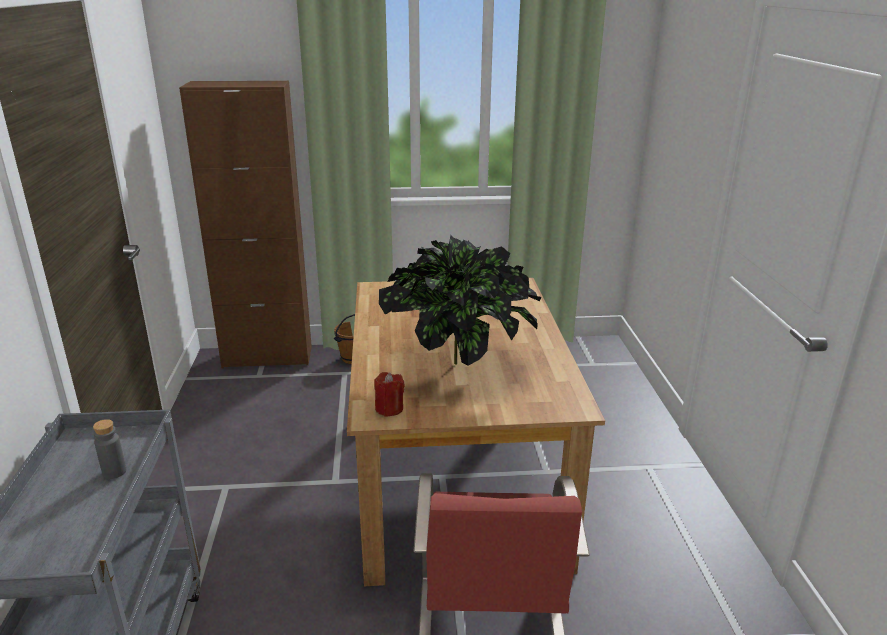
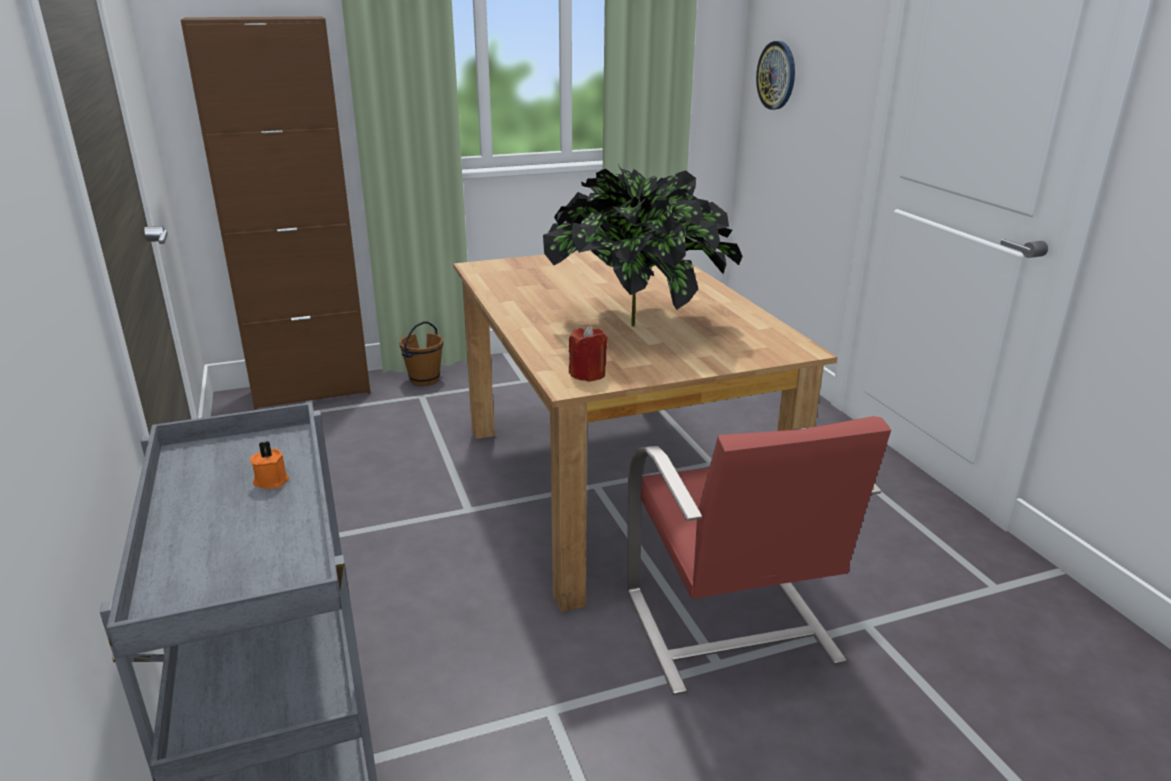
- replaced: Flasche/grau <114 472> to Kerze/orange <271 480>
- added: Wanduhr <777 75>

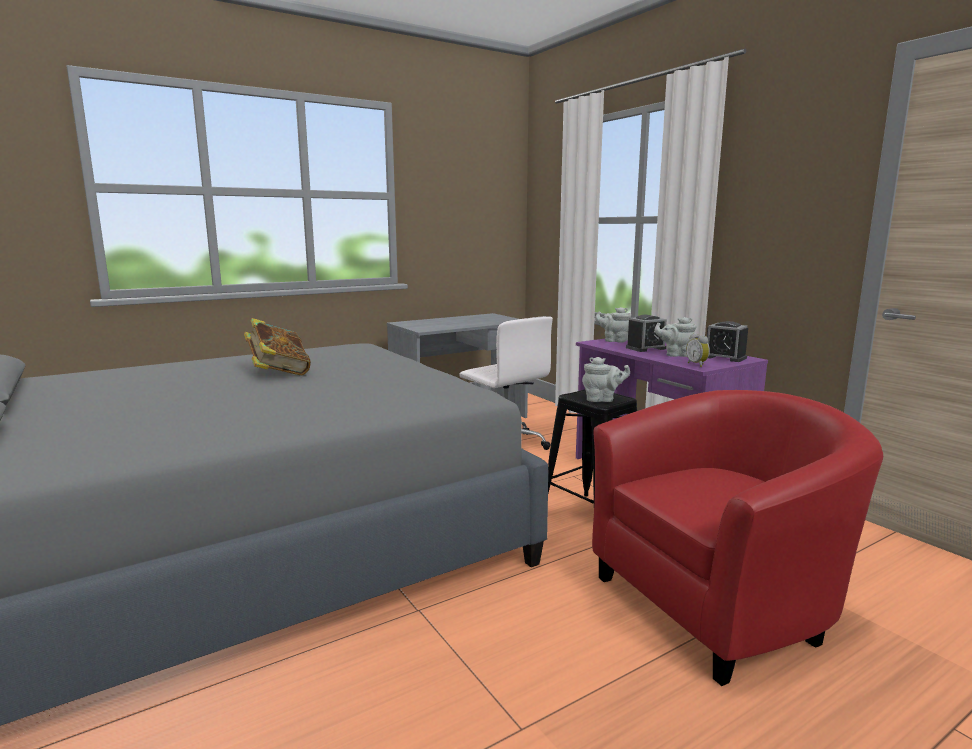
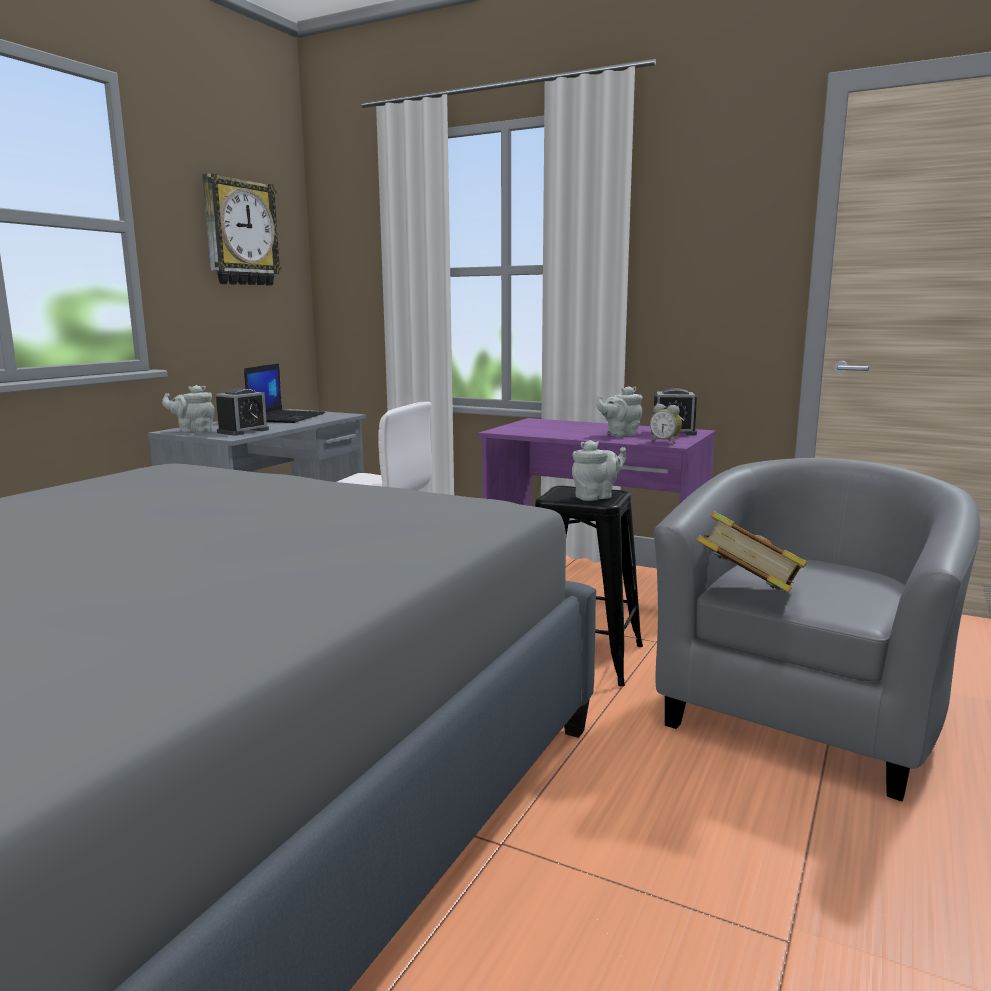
- moved: Buch <278 373> to <746 594>
- recoloured: Sessel/rot <719 603> to Sessel/grau <804 714>
- moved: Teekanne/grau <614 340> to <193 431>
- moved: Wecker <645 348> to <243 431>
- added: Wanduhr <240 233>
- added: Laptop <286 417>

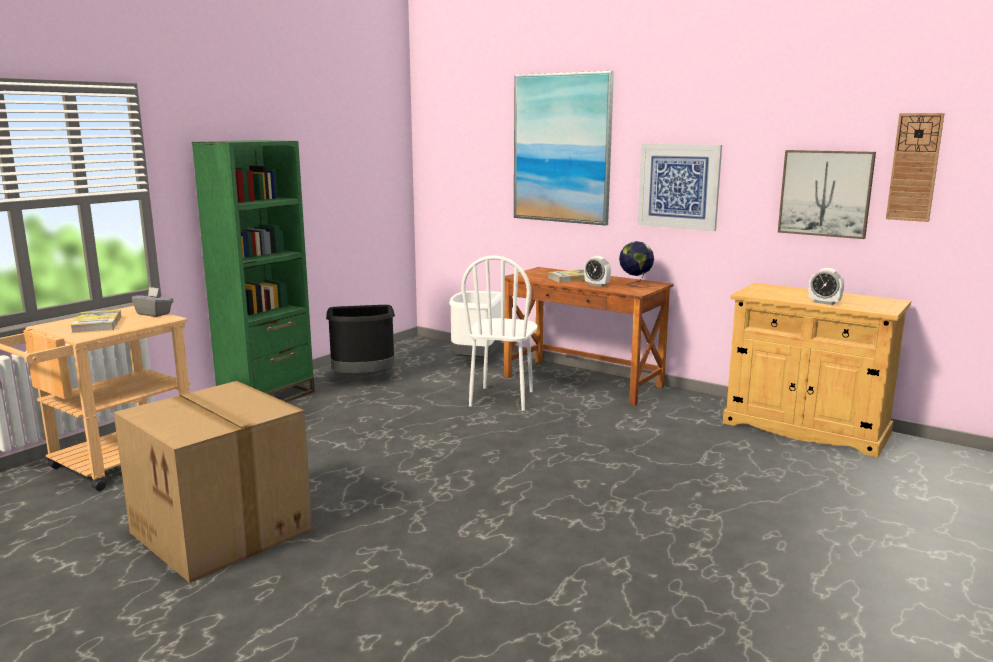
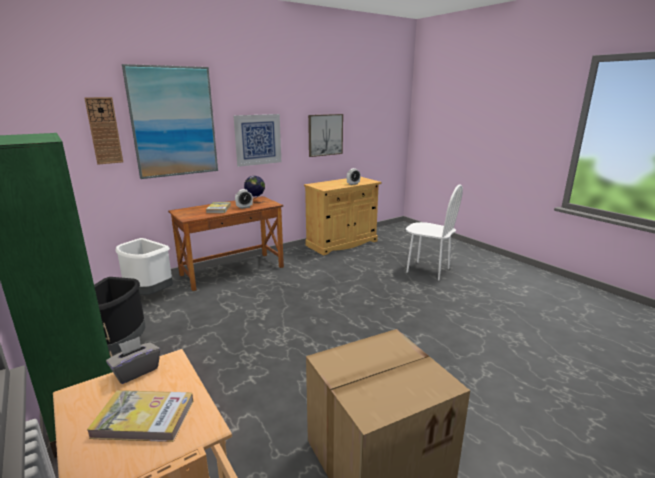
- moved: Stuhl/weiß <502 399> to <428 270>
- moved: Wanduhr <914 167> to <104 131>

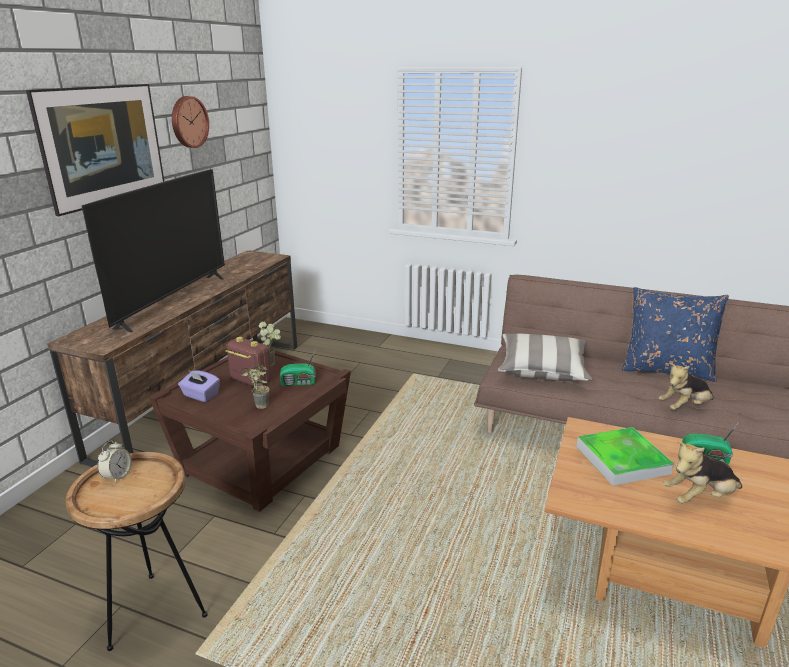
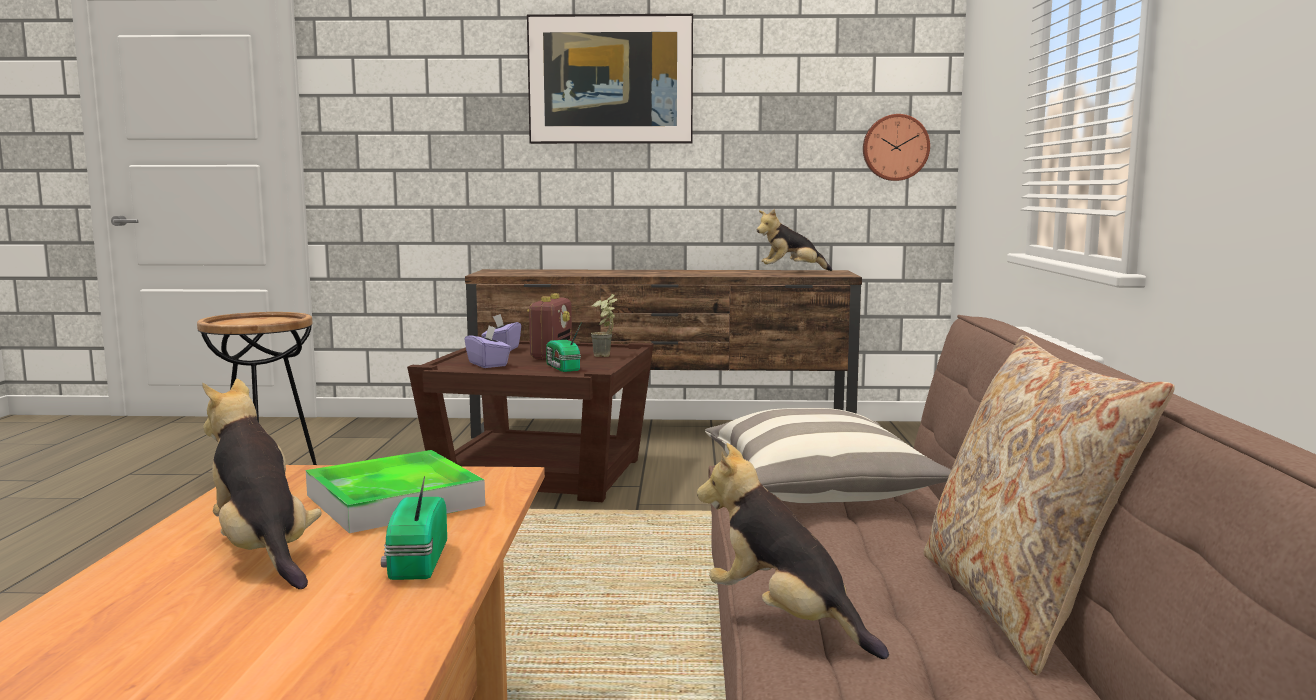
- removed: Fernseher <173 301>
- removed: Wecker <117 476>
- moved: Wanduhr <188 122> to <895 147>
- replaced: Topfpflanze <258 407> to Taschentuchbox/lila <488 364>
- recoloured: Kissen/blau <666 369> to Kissen/beige <1020 607>
- added: Plüschtier <791 271>

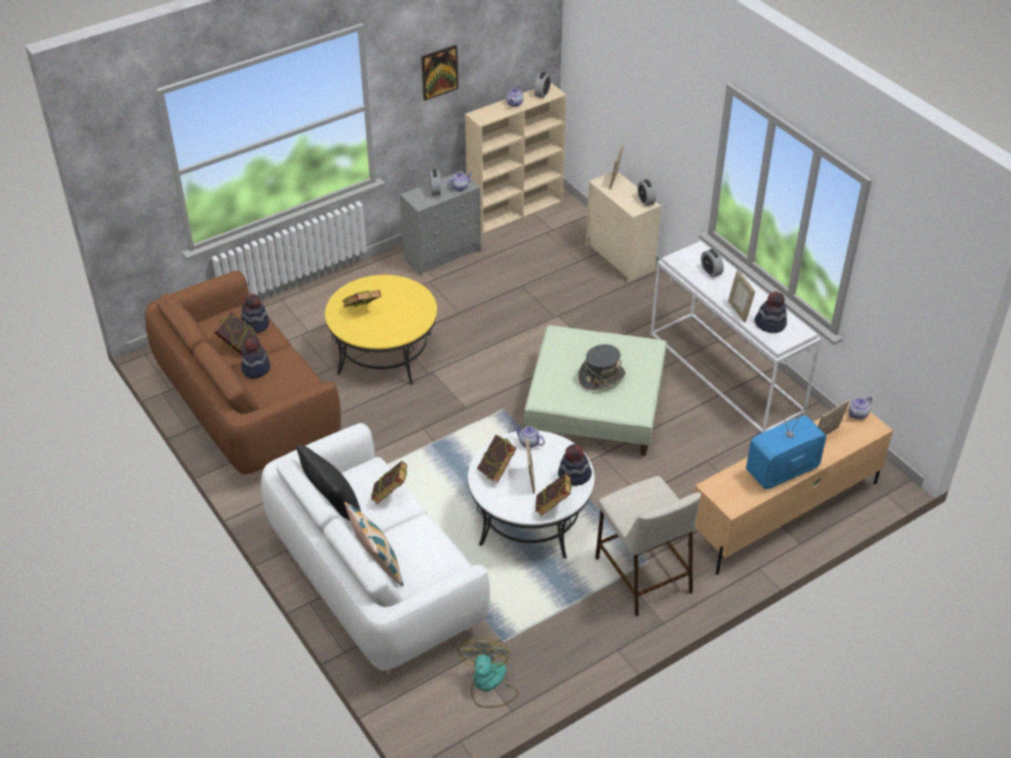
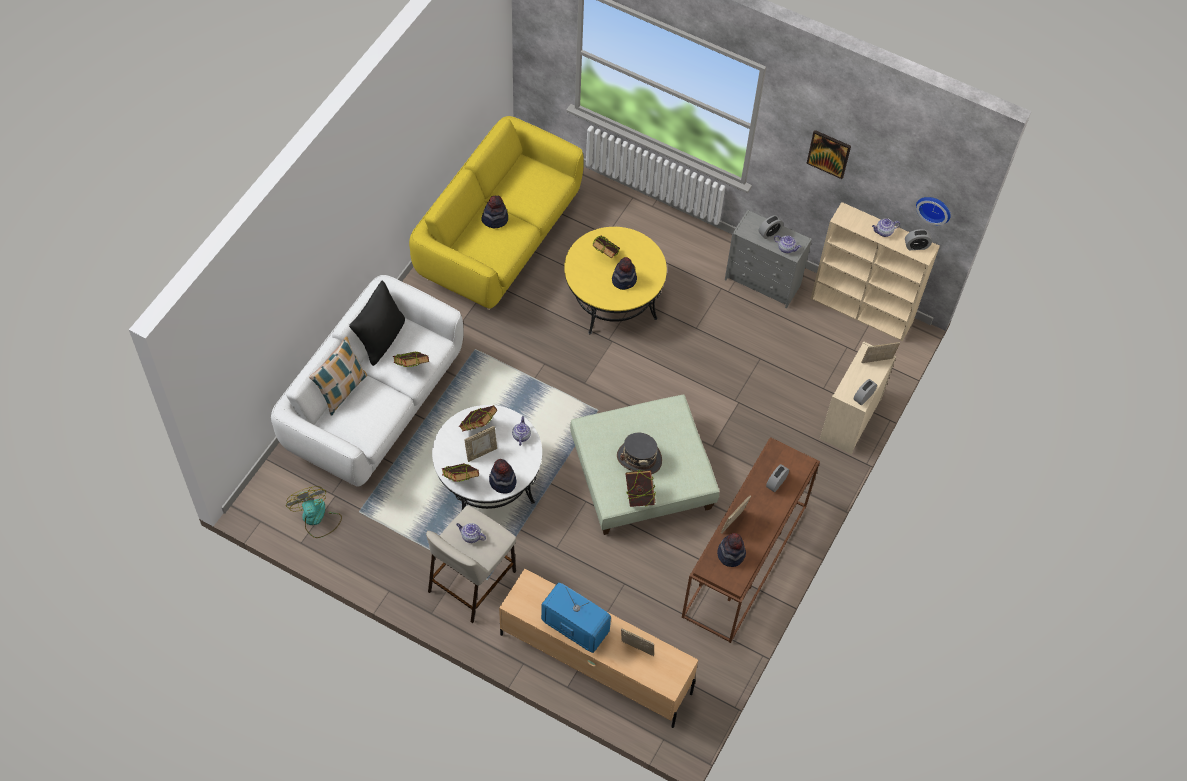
- recoloured: Sofa/braun <248 408> to Sofa/gelb <498 239>
- moved: Buch <238 346> to <639 496>
- moved: Hut <255 324> to <624 280>
- turned: Ventilator <489 684> = <316 518> 90 degrees counterclockwise
- recoloured: Konsolentisch/weiß <727 372> to Konsolentisch/braun <745 562>
- moved: Teekanne <857 415> to <470 536>
- added: Wanduhr <934 208>

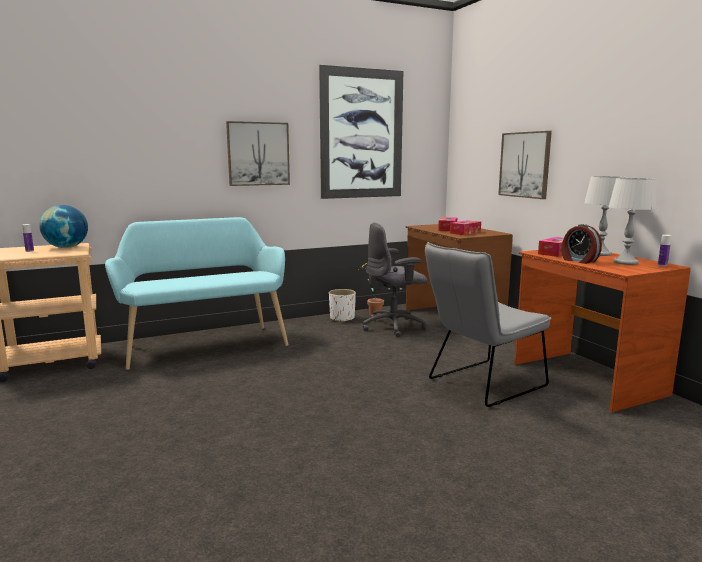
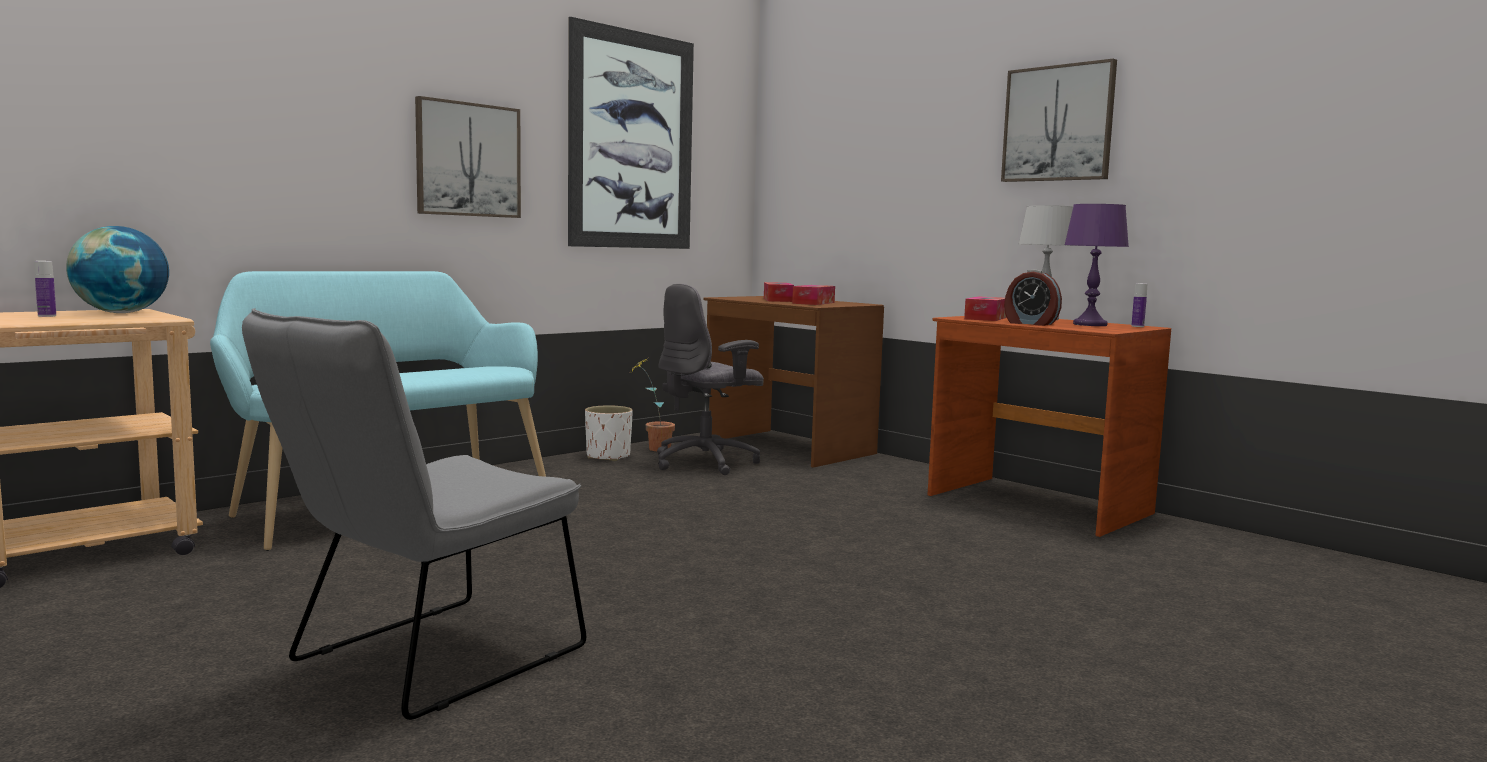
- moved: Stuhl/grau <481 384> to <424 661>
- moved: Bild <525 165> to <1058 123>
- recoloured: Tischlampe/grau <626 262> to Tischlampe/lila <1090 324>

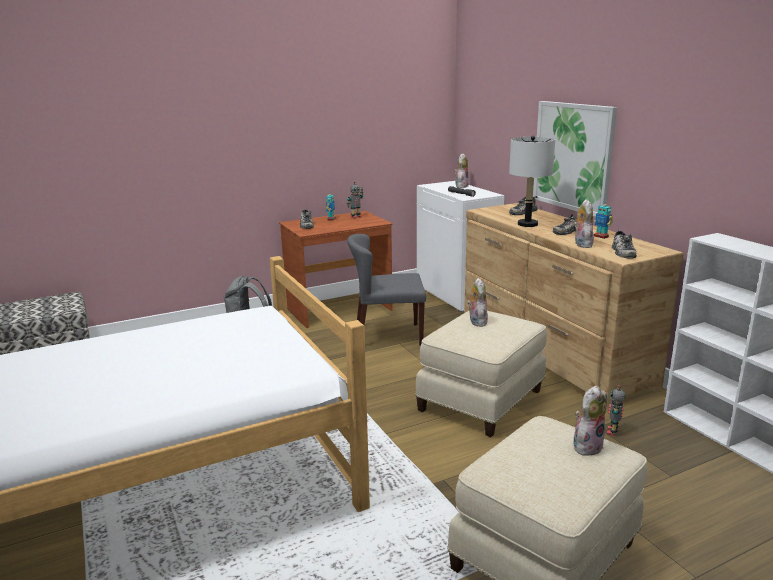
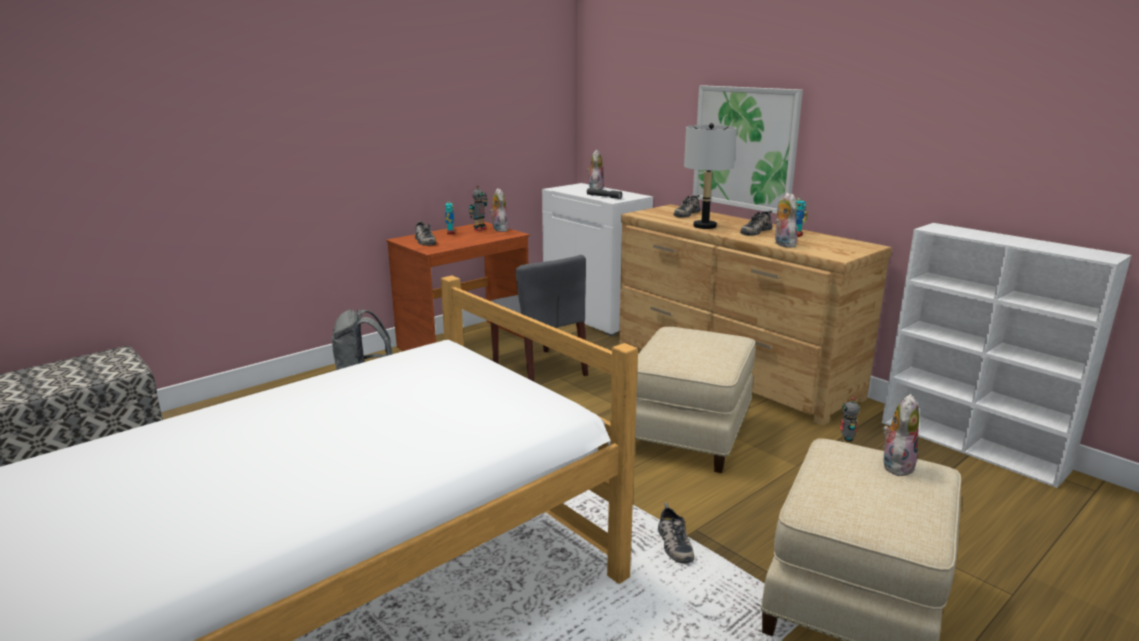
- turned: Stuhl/grau <387 335> = <540 370> 105 degrees counterclockwise
- moved: Plüschtier <476 322> to <499 229>
- moved: Schuh <622 252> to <673 543>

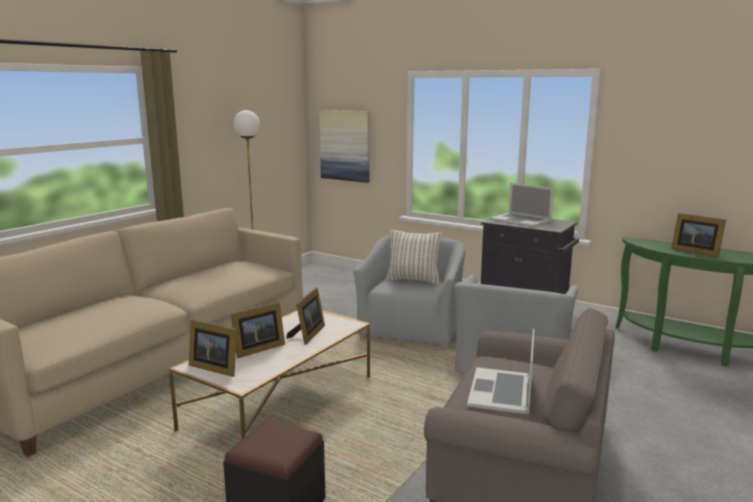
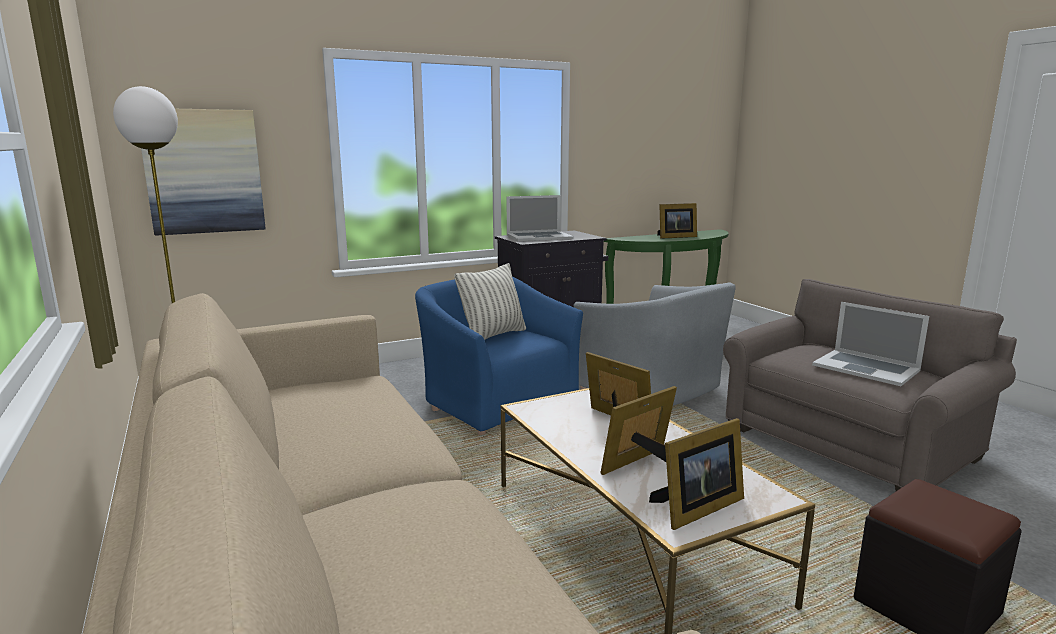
- turned: Bilderrahmen <256 349> = <643 464> 120 degrees counterclockwise
- recoloured: Sessel/grau <412 329> to Sessel/blau <496 403>

